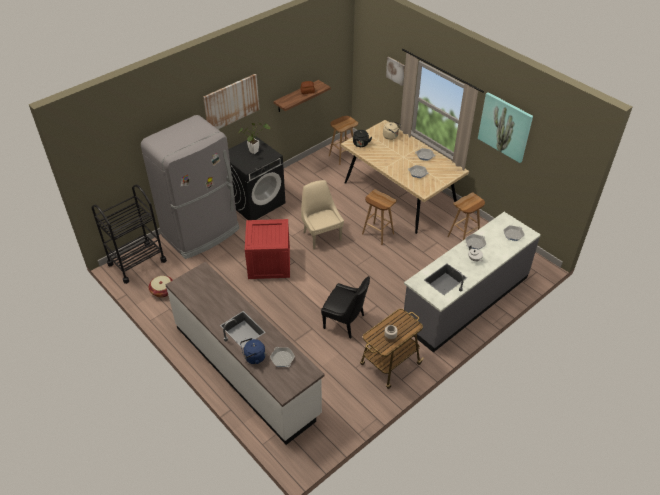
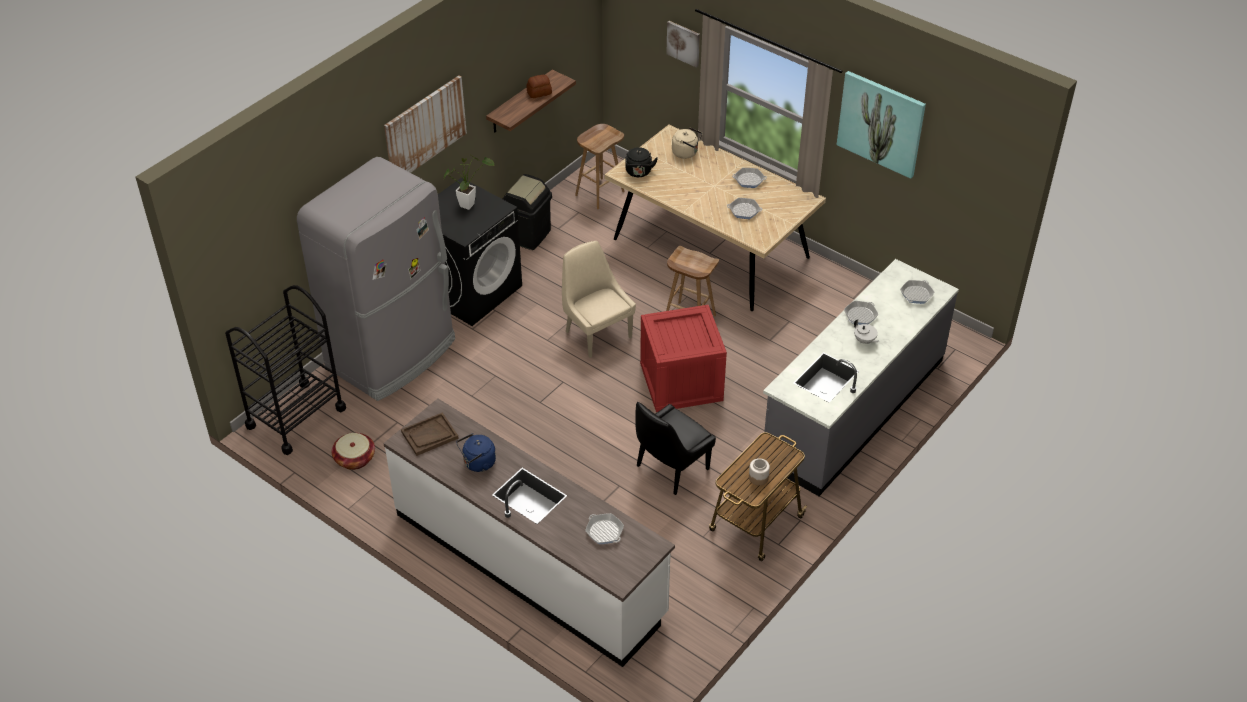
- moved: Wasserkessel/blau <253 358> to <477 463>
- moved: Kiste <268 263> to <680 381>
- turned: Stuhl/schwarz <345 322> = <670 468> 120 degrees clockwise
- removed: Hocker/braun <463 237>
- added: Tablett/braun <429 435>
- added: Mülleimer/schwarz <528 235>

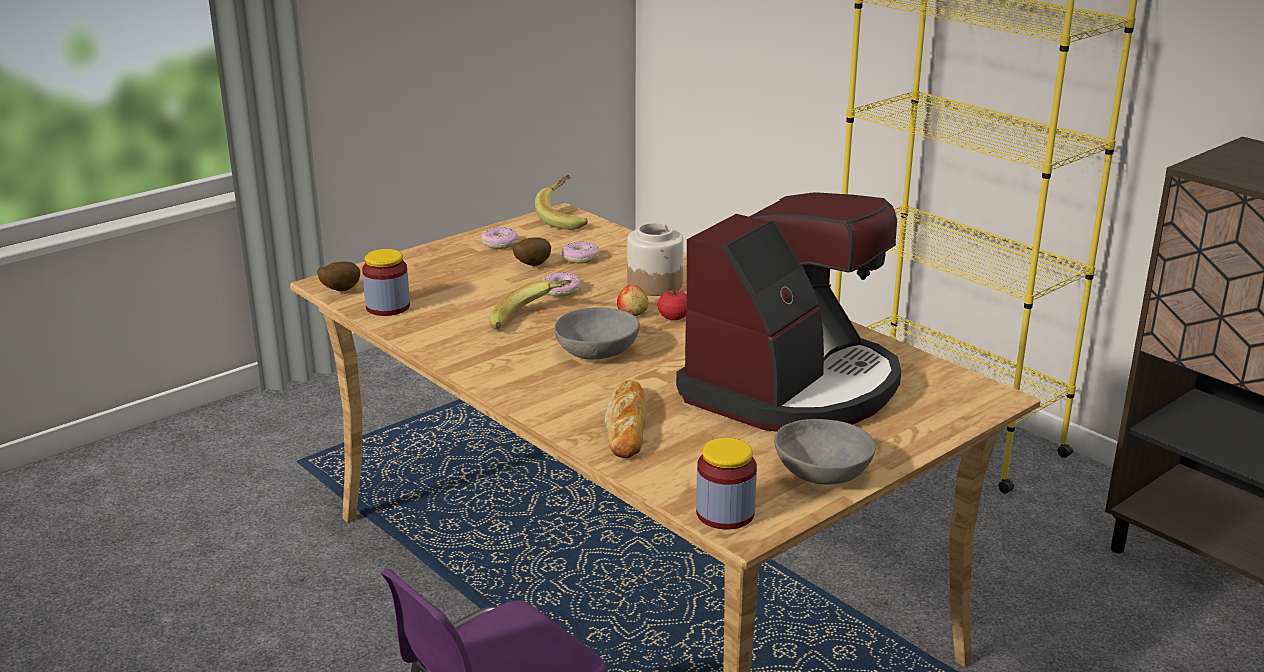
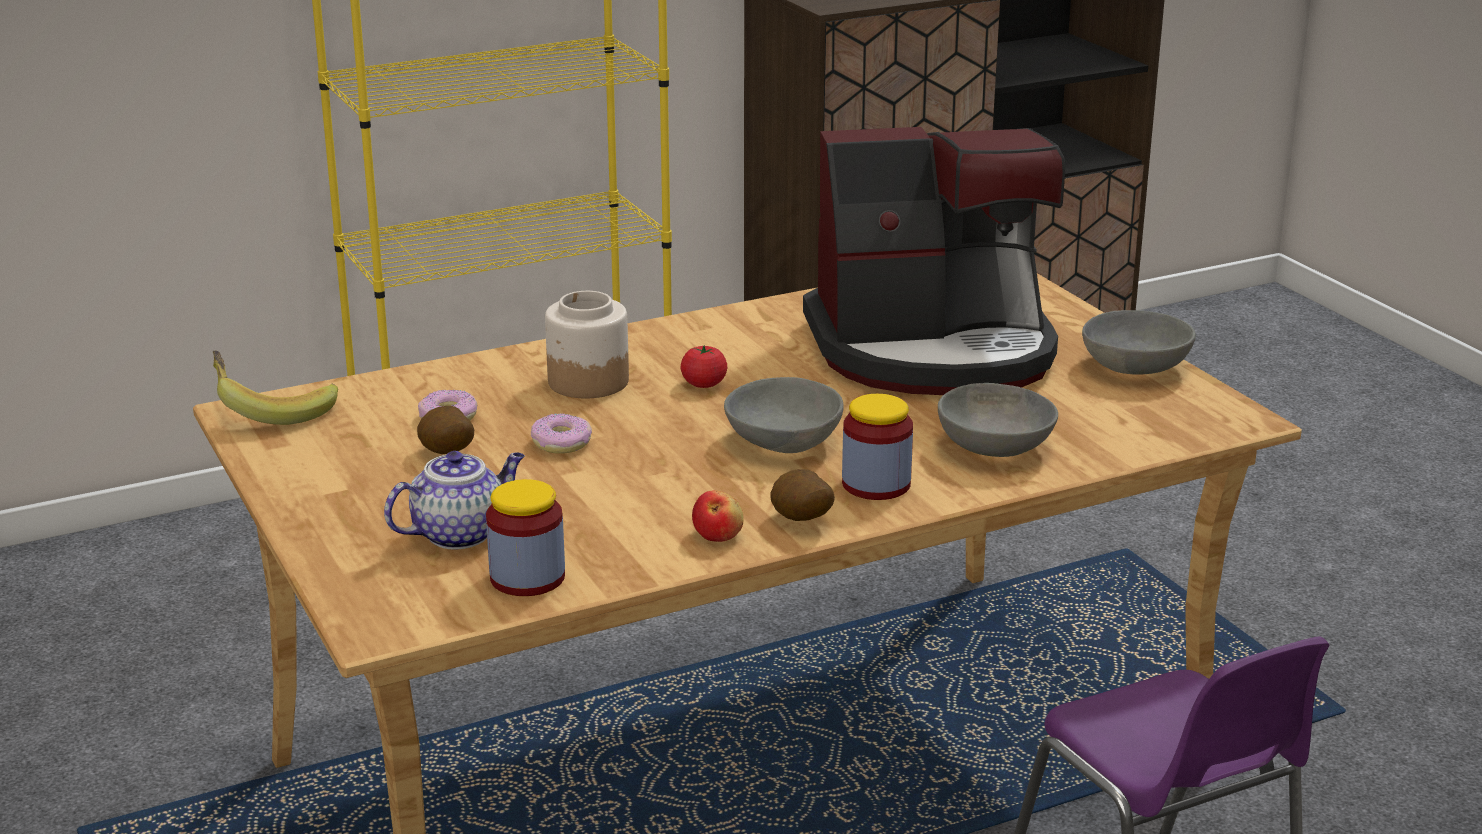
- moved: Kartoffel <339 290> to <800 521>
- removed: Donut <500 244>
- removed: Banane <531 321>
- replaced: Brot <627 425> to Schüssel/grau <996 447>
- moved: Apfel <633 314> to <718 535>
- turned: Kaffeemaschine <793 387> = <934 350> 120 degrees clockwise
- moved: Vorratsglas <725 513> to <876 484>
- added: Teekanne <460 533>

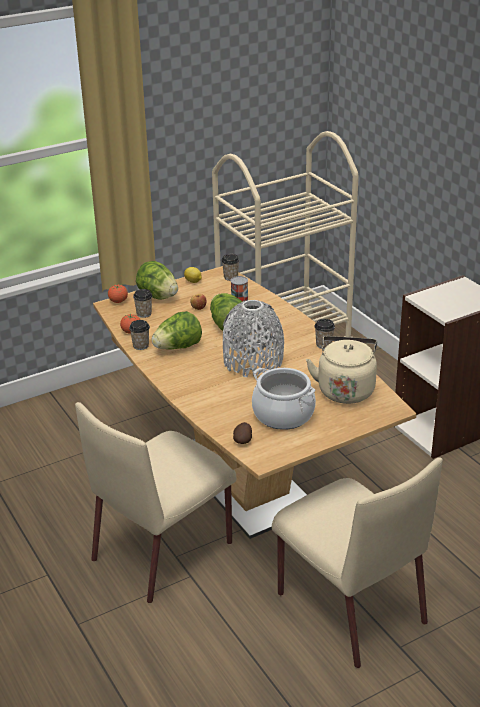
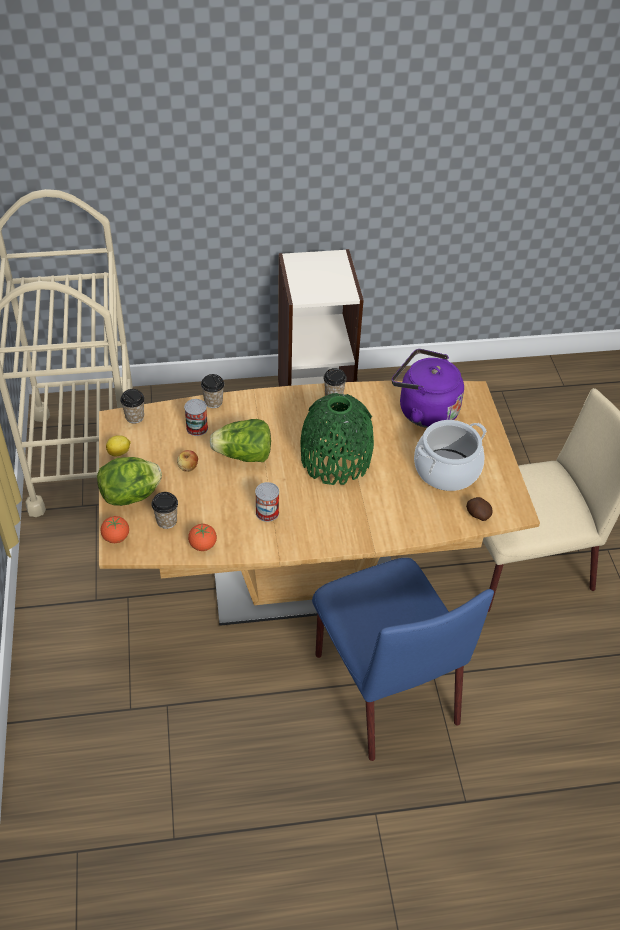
- recoloured: Stuhl/beige <164 549> to Stuhl/blau <384 686>
- moved: Tasse <141 346> to <213 402>
- replaced: Salatkopf <178 347> to Dose <267 512>
- recoloured: Vase/grau <253 362> to Vase/grün <335 460>
- recoloured: Wasserkessel/beige <345 389> to Wasserkessel/lila <424 411>

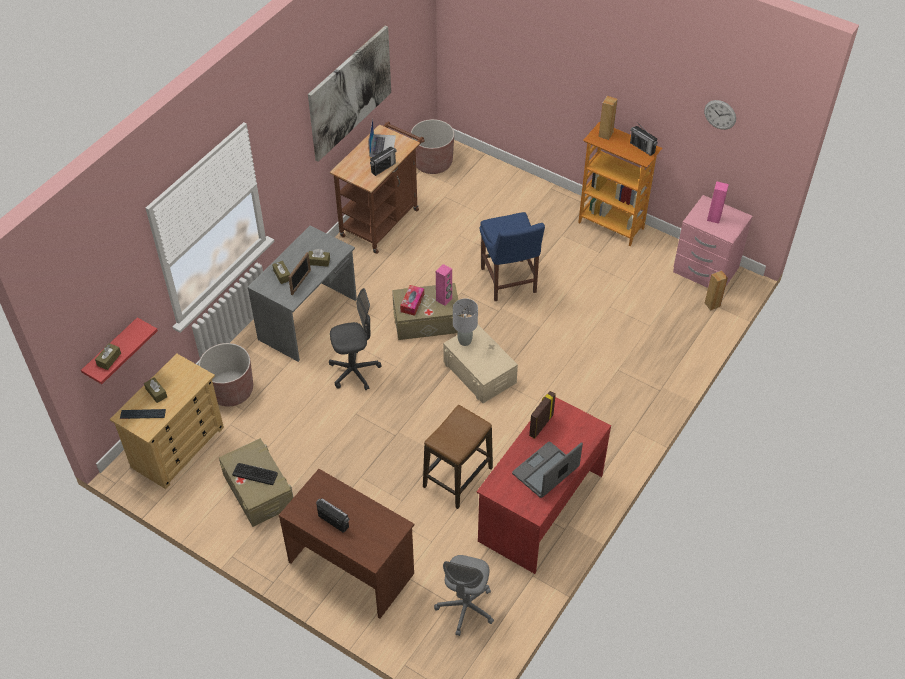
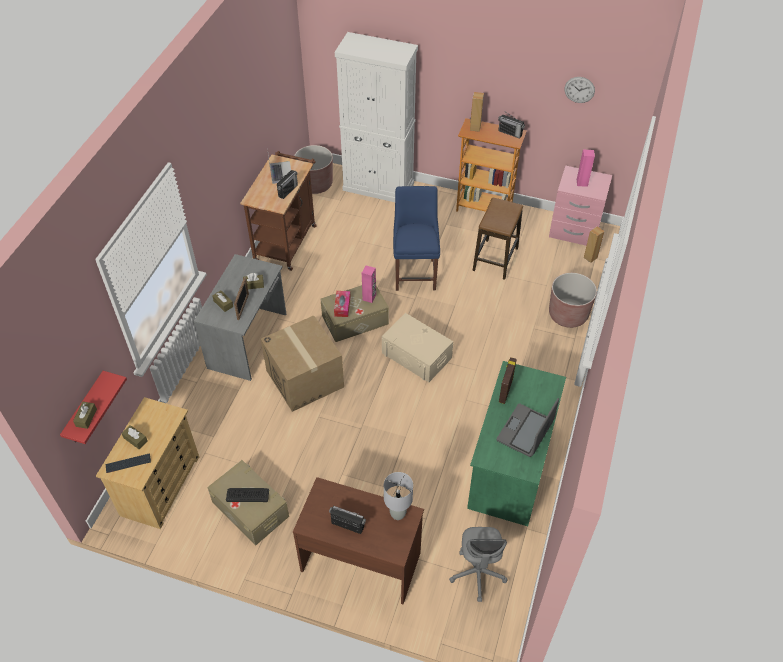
- moved: Pflanzkübel/braun <230 390> to <568 314>
- removed: Bild <350 92>
- replaced: Bürostuhl/grau <354 371> to Karton <305 379>
- moved: Hocker <458 477> to <495 259>
- moved: Tischlampe/grau <464 341> to <398 514>
- recoloured: Schreibtisch/rot <540 507> to Schreibtisch/grün <510 464>
- turned: Stuhl/blau <509 282> = <415 272> 150 degrees counterclockwise
- added: Schrank/weiß <378 187>

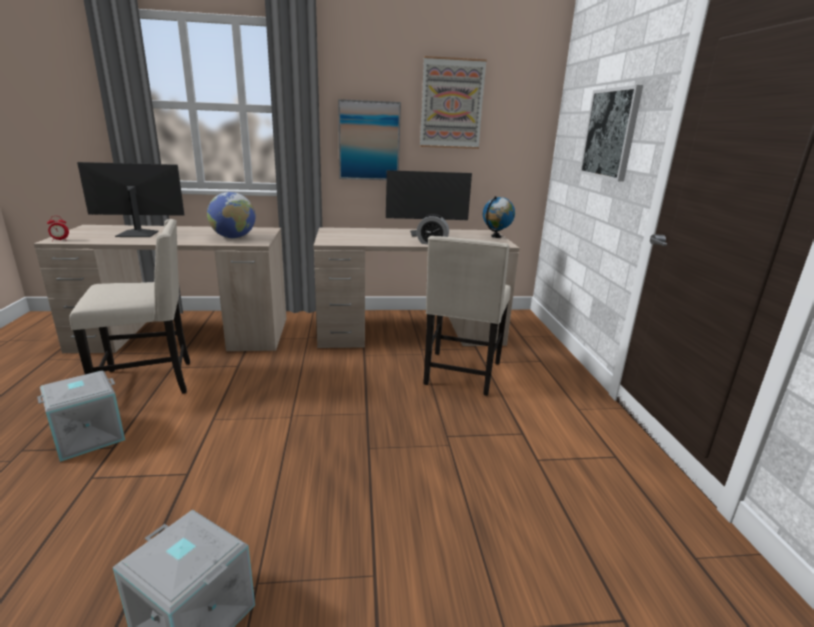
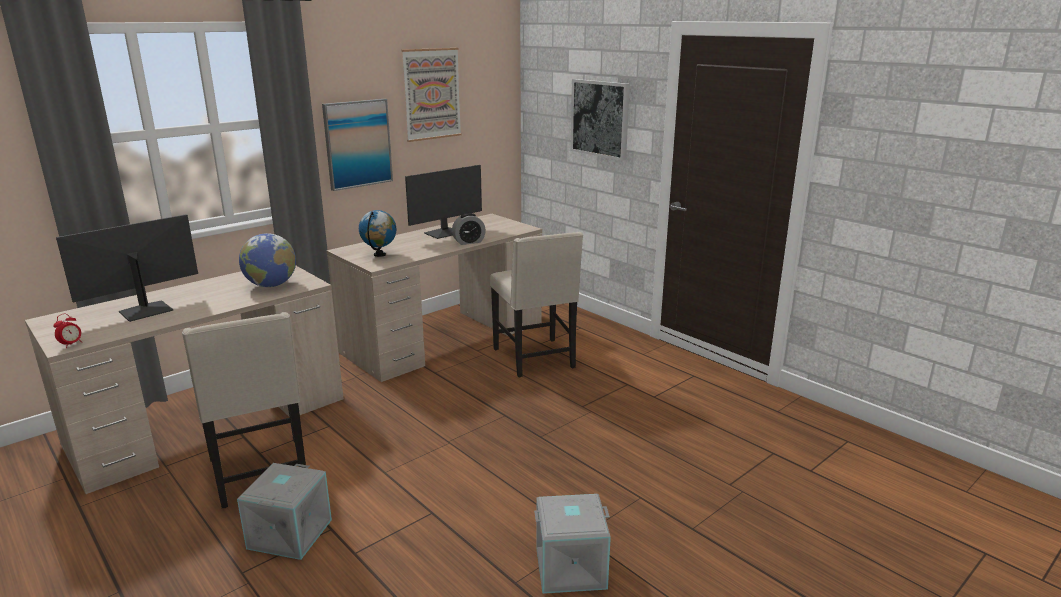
- turned: Stuhl/beige <149 382> = <261 473> 120 degrees clockwise
- moved: Globus <496 236> to <380 255>

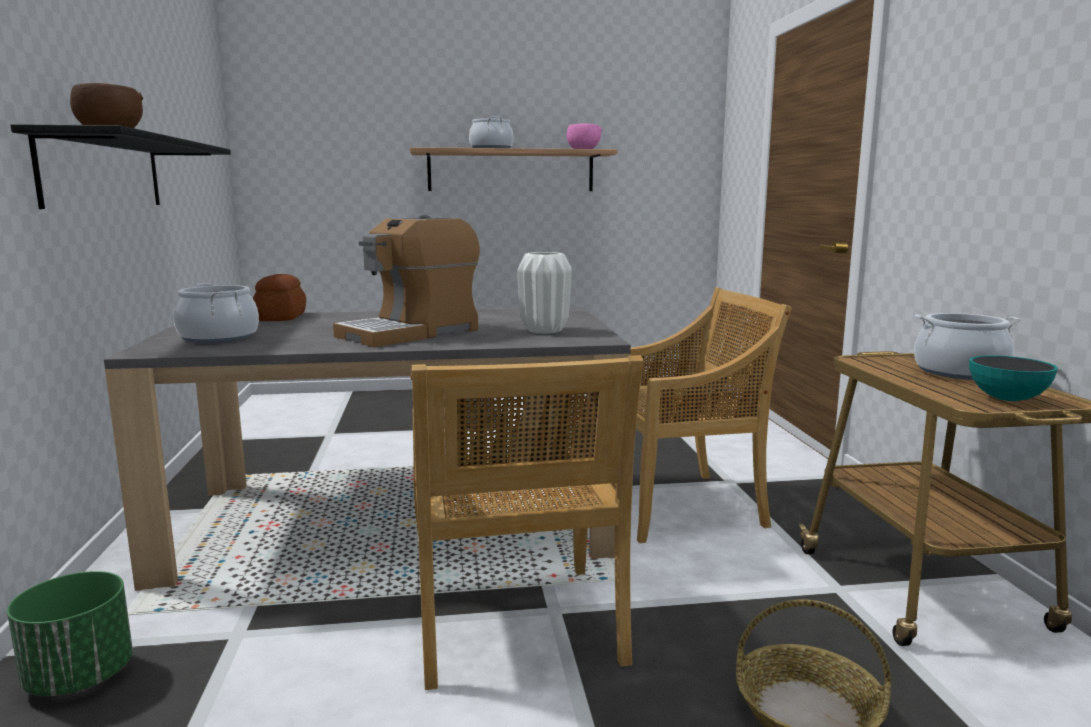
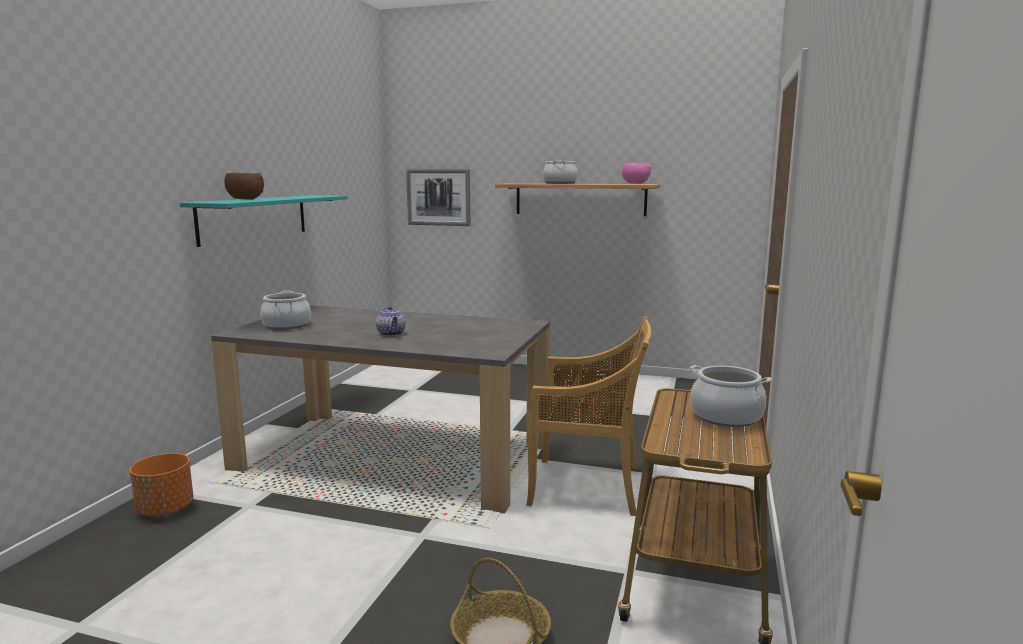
- recoloured: Pflanzkübel/grün <80 678> to Pflanzkübel/orange <165 510>
- recoloured: Wandregal/schwarz <104 173> to Wandregal/türkis <254 218>
- removed: Brot <279 317>
- replaced: Kaffeemaschine <411 333> to Teekanne <391 334>
- removed: Stuhl/beige <516 626>
- removed: Vase/weiß <544 330>
- removed: Schüssel <1007 399>
- added: Bild <438 197>

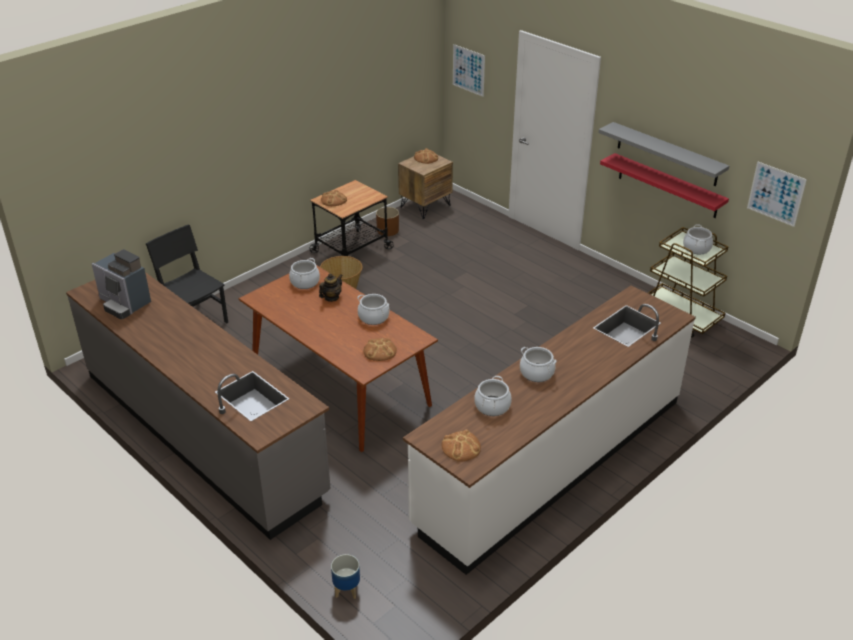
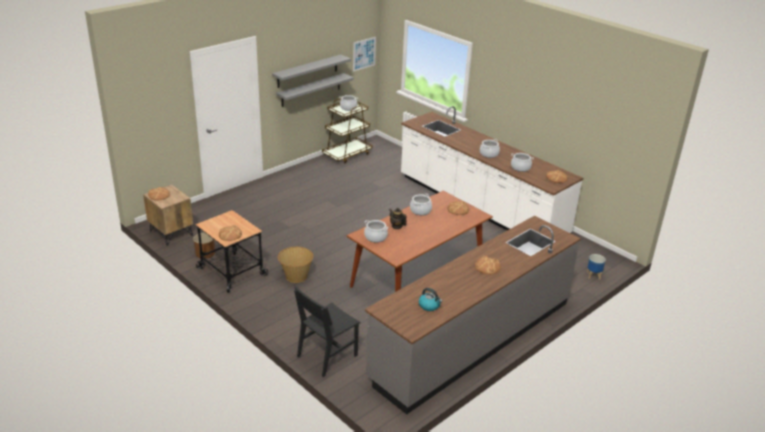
- replaced: Kaffeemaschine <124 304> to Wasserkessel <429 306>
- removed: Bild <468 70>
- recoloured: Wandregal/rot <667 186> to Wandregal/grau <311 90>
- added: Brot <487 267>

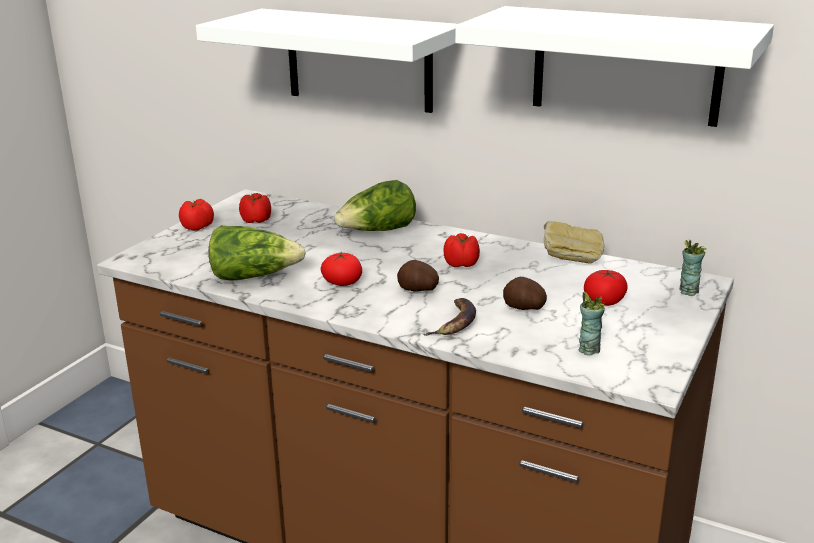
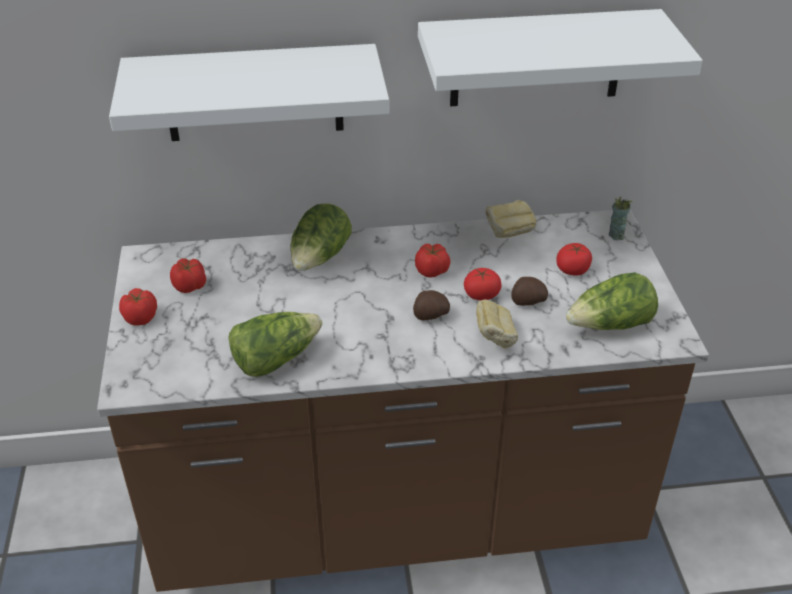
- moved: Tomate <342 282> to <481 294>
- replaced: Banane <454 322> to Brot <494 339>
- replaced: Tasse <588 349> to Salatkopf <610 325>

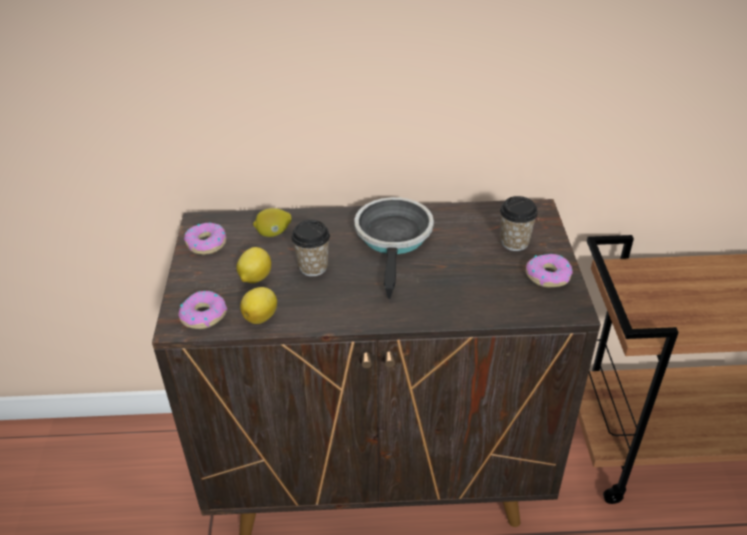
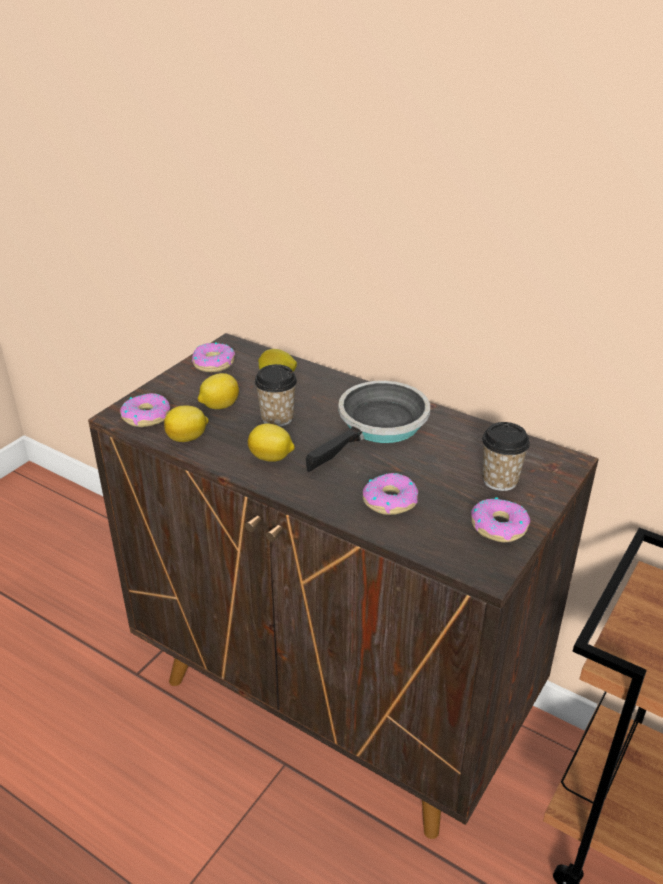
- added: Zitrone <271 458>
- added: Donut <390 500>

